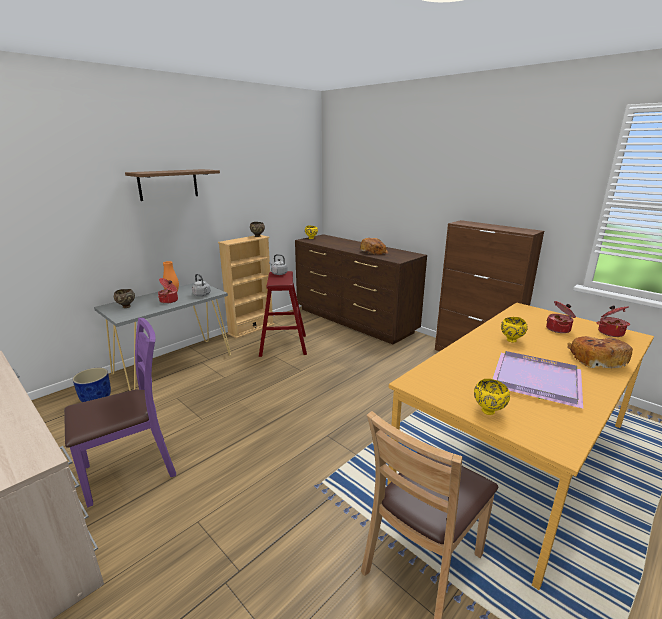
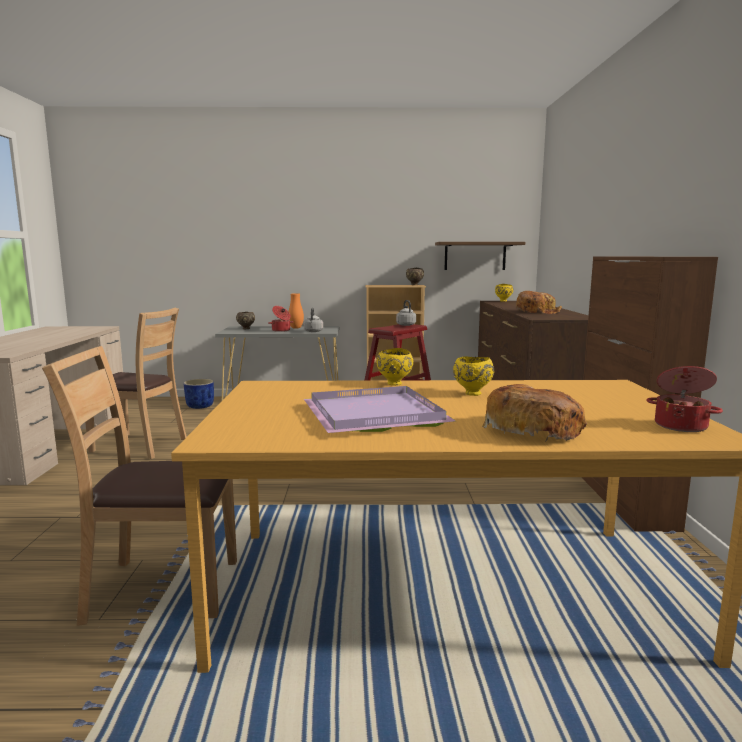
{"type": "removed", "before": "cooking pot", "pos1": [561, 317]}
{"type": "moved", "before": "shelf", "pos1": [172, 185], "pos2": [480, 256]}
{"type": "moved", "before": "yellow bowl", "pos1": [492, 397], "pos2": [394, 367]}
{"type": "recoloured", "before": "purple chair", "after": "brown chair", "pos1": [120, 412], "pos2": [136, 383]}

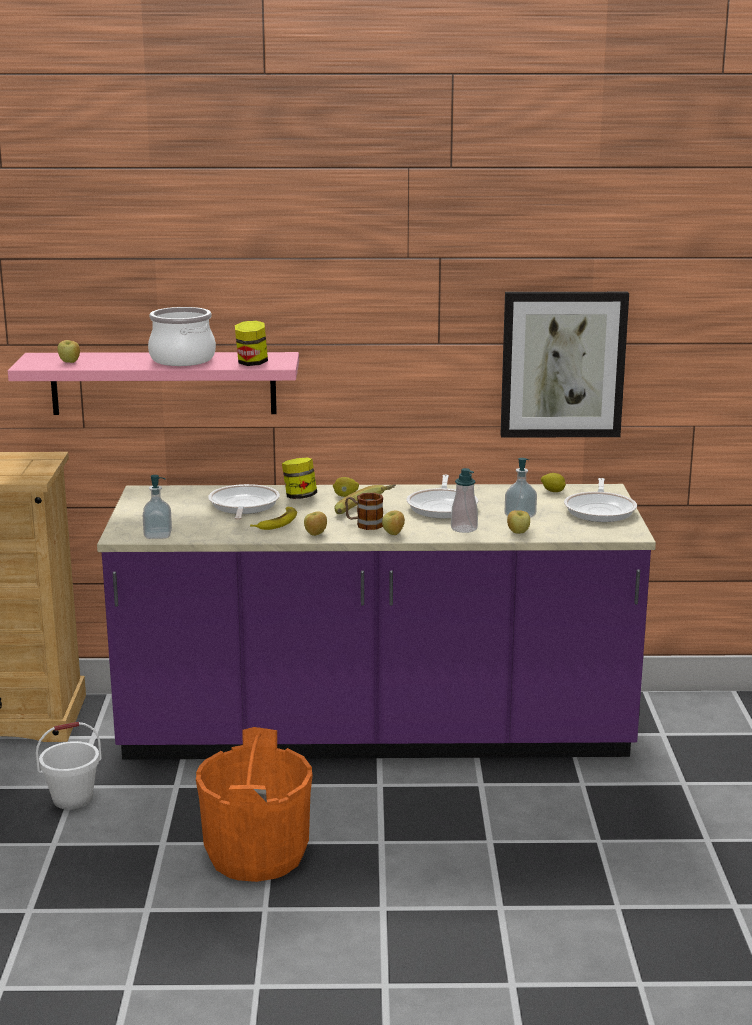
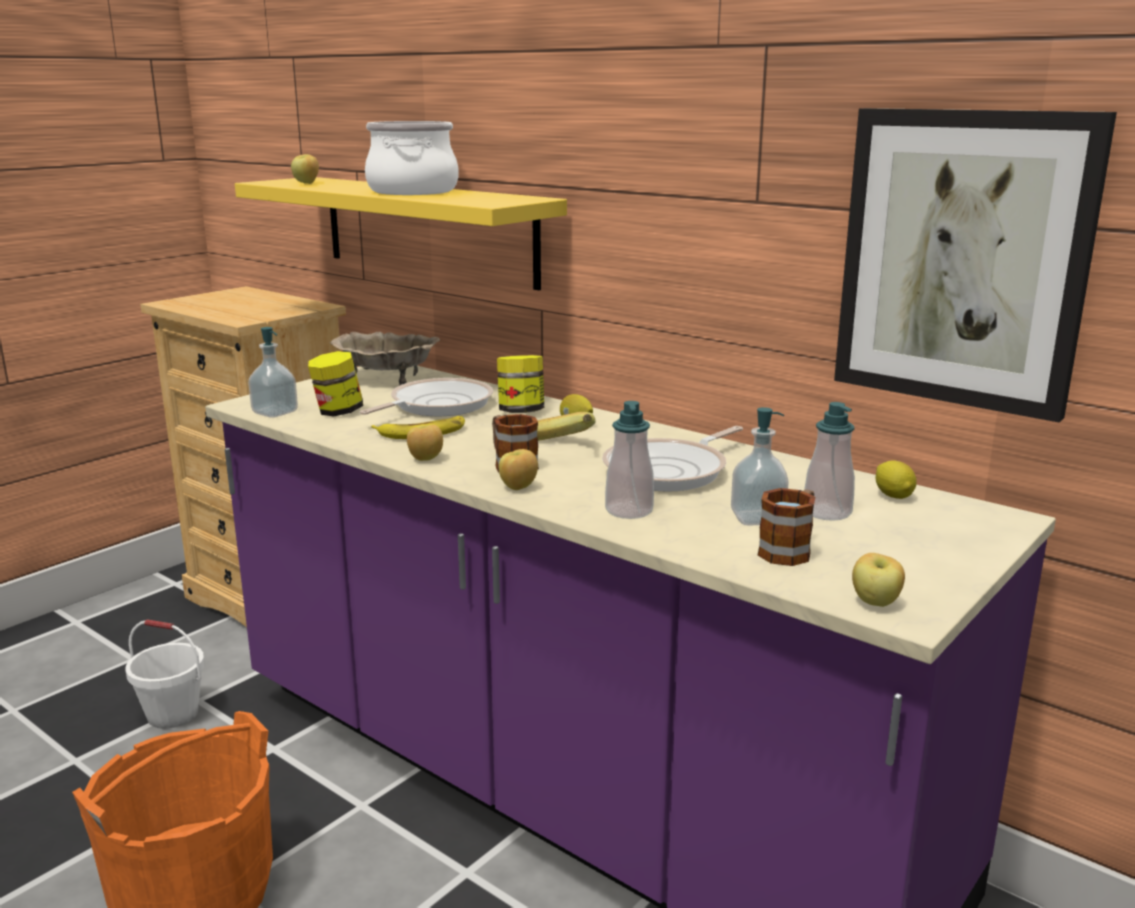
{"type": "removed", "before": "frying pan", "pos1": [600, 500]}
{"type": "added", "after": "beige bowl", "pos2": [385, 358]}
{"type": "added", "after": "mug", "pos2": [786, 527]}
{"type": "added", "after": "soap dispenser", "pos2": [829, 461]}
{"type": "moved", "before": "jar", "pos1": [251, 343], "pos2": [335, 384]}
{"type": "moved", "before": "apple", "pos1": [518, 522], "pos2": [878, 580]}
{"type": "recoloured", "before": "pink shelf", "after": "yellow shelf", "pos1": [153, 383], "pos2": [401, 233]}

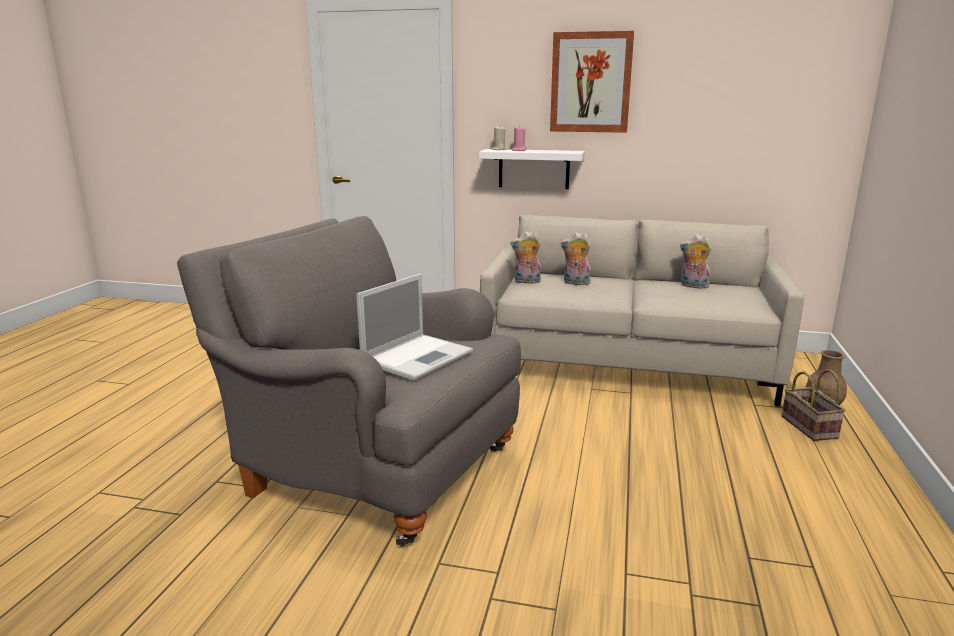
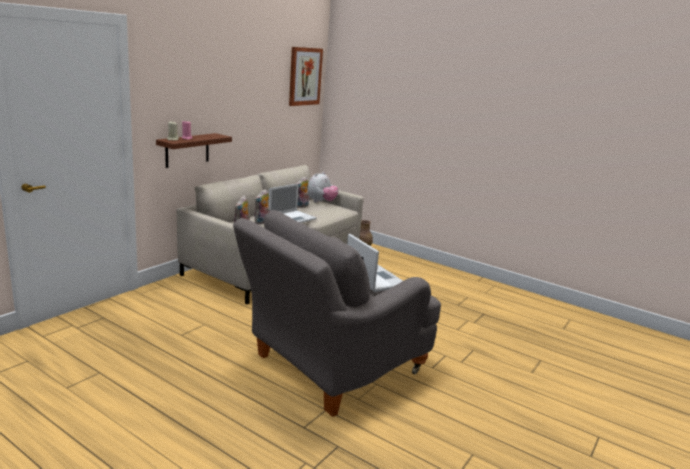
{"type": "removed", "before": "basket", "pos1": [814, 405]}
{"type": "added", "after": "laptop", "pos2": [292, 203]}
{"type": "added", "after": "plush toy", "pos2": [323, 187]}
{"type": "moved", "before": "picture", "pos1": [592, 82], "pos2": [306, 76]}
{"type": "recoloured", "before": "white shelf", "after": "brown shelf", "pos1": [532, 169], "pos2": [194, 150]}

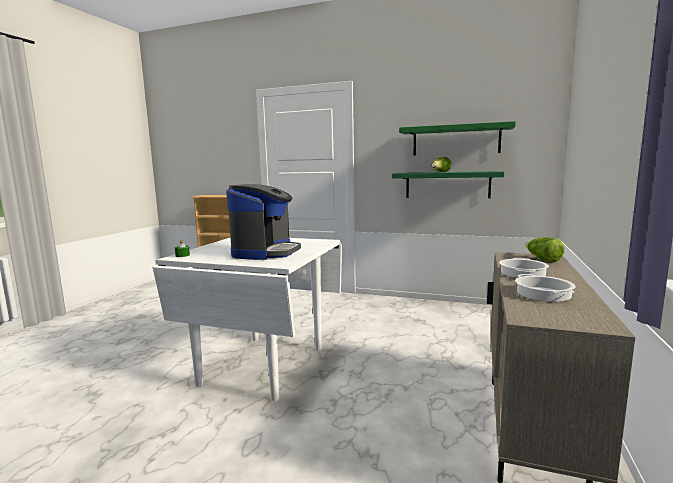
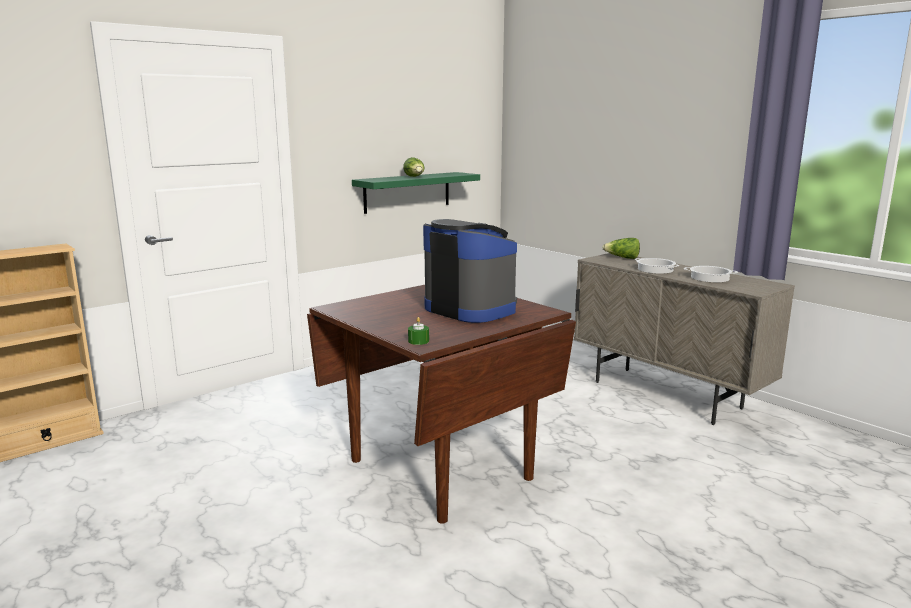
{"type": "removed", "before": "green shelf", "pos1": [457, 138]}
{"type": "recoloured", "before": "white dining table", "after": "brown dining table", "pos1": [247, 319], "pos2": [441, 404]}

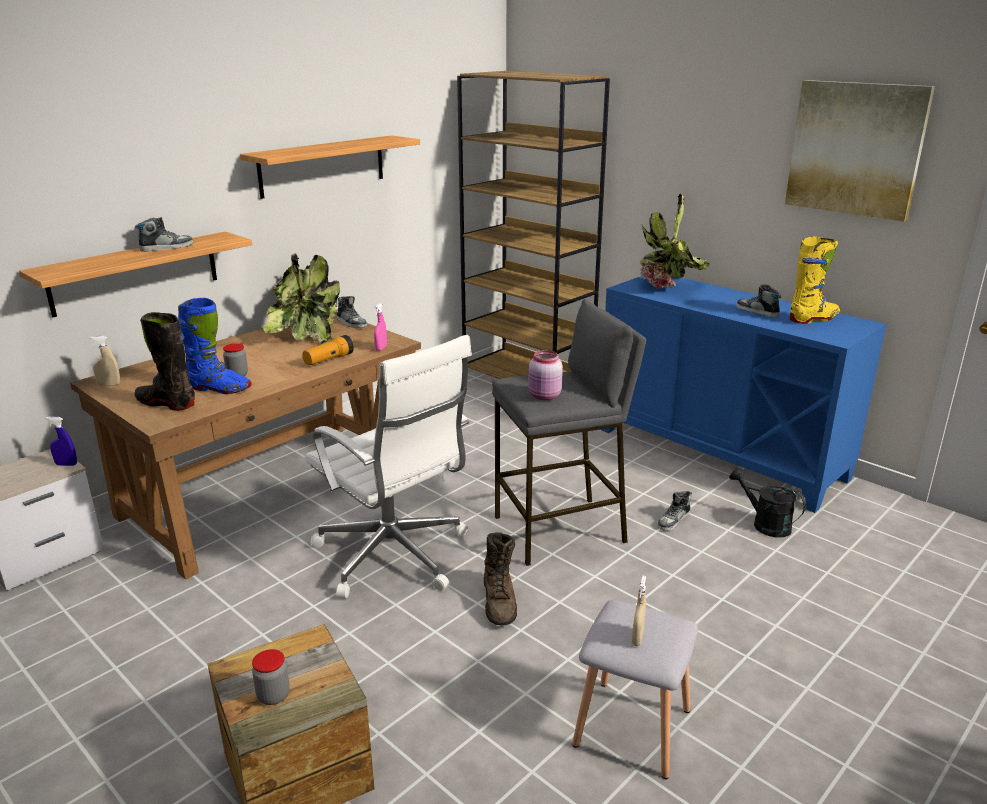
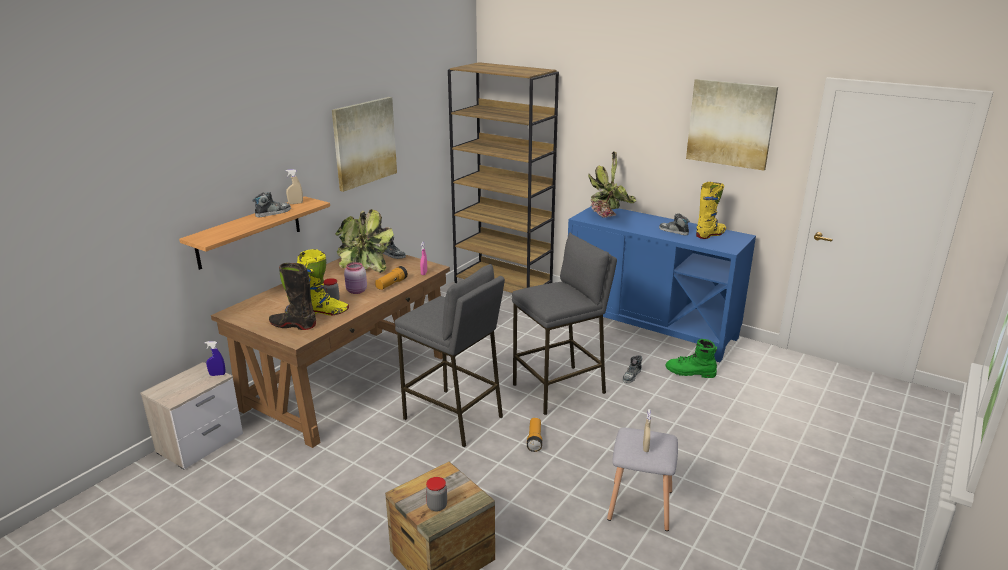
{"type": "moved", "before": "beige spray bottle", "pos1": [104, 361], "pos2": [294, 186]}
{"type": "moved", "before": "pink jar", "pos1": [545, 375], "pos2": [355, 278]}
{"type": "replaced", "before": "shelf", "after": "picture", "pos1": [330, 167], "pos2": [364, 144]}
{"type": "replaced", "before": "white office chair", "after": "grey stool", "pos1": [388, 467], "pos2": [450, 355]}
{"type": "replaced", "before": "brown boot", "after": "flashlight", "pos1": [500, 578], "pos2": [534, 435]}
{"type": "replaced", "before": "black watering can", "after": "green boot", "pos1": [767, 502], "pos2": [691, 358]}
{"type": "recoloured", "before": "blue boot", "after": "yellow boot", "pos1": [214, 346], "pos2": [323, 282]}

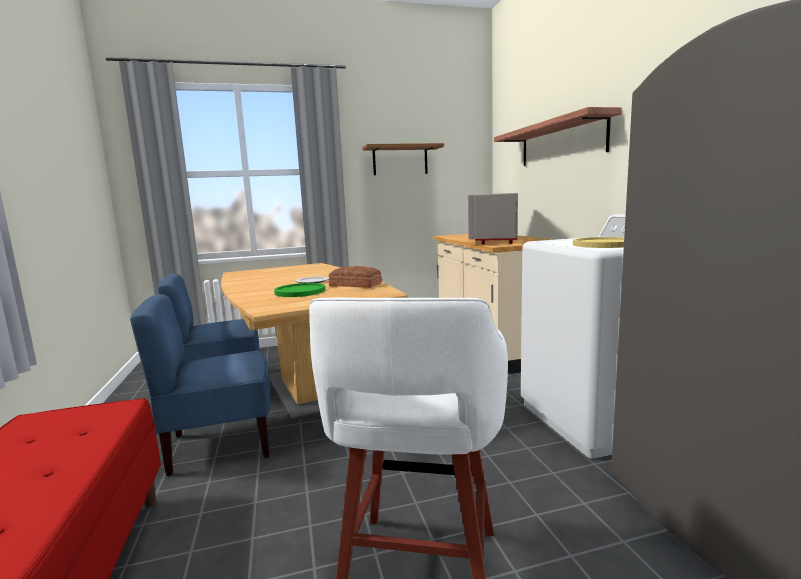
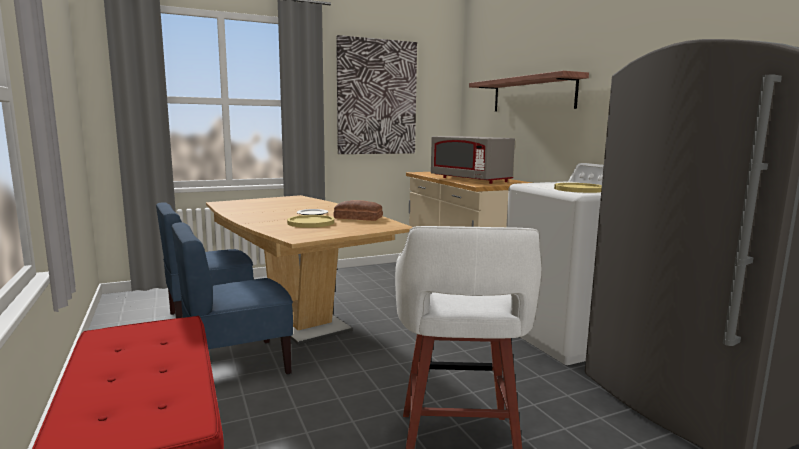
{"type": "replaced", "before": "brown shelf", "after": "picture", "pos1": [403, 159], "pos2": [376, 94]}
{"type": "recoloured", "before": "green plate", "after": "yellow plate", "pos1": [299, 290], "pos2": [310, 221]}
{"type": "turned", "before": "grey microwave", "pos1": [493, 218], "pos2": [473, 160], "turn": -45}

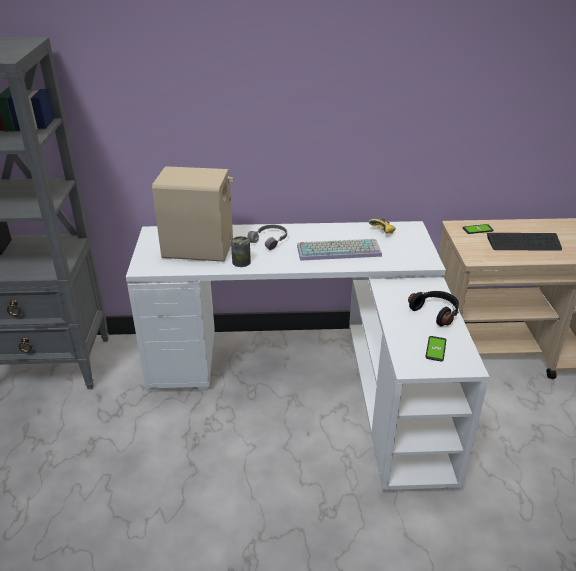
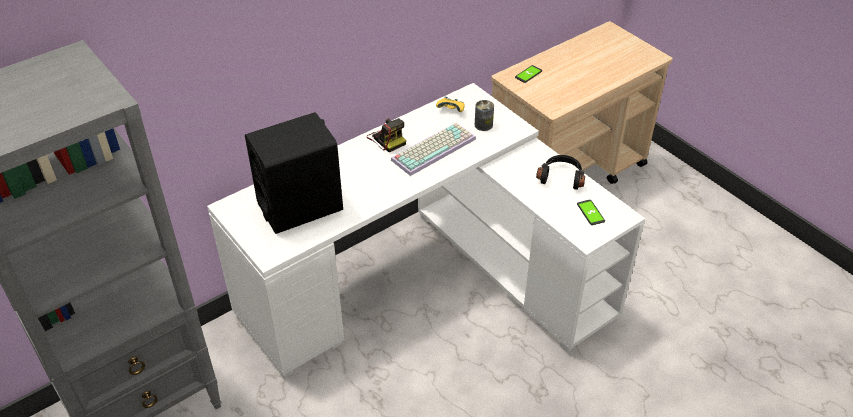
{"type": "removed", "before": "grey headphones", "pos1": [267, 237]}
{"type": "removed", "before": "keyboard", "pos1": [524, 242]}
{"type": "added", "after": "photo camera", "pos2": [386, 135]}
{"type": "moved", "before": "can", "pos1": [241, 251], "pos2": [484, 115]}
{"type": "recoloured", "before": "beige speaker", "after": "black speaker", "pos1": [192, 214], "pos2": [294, 173]}

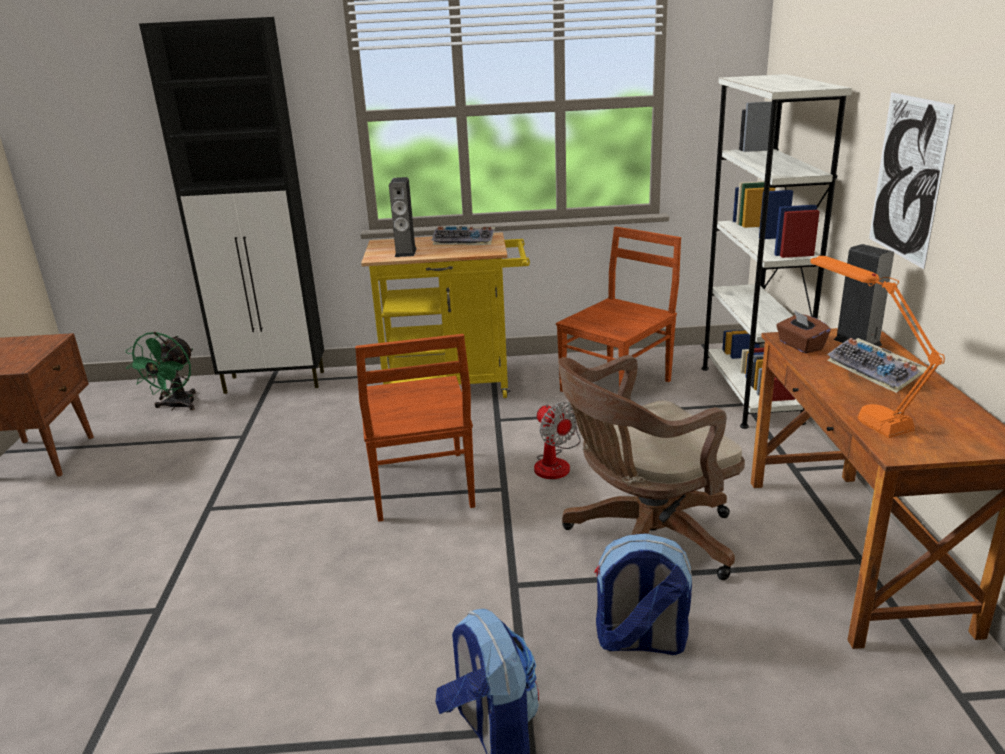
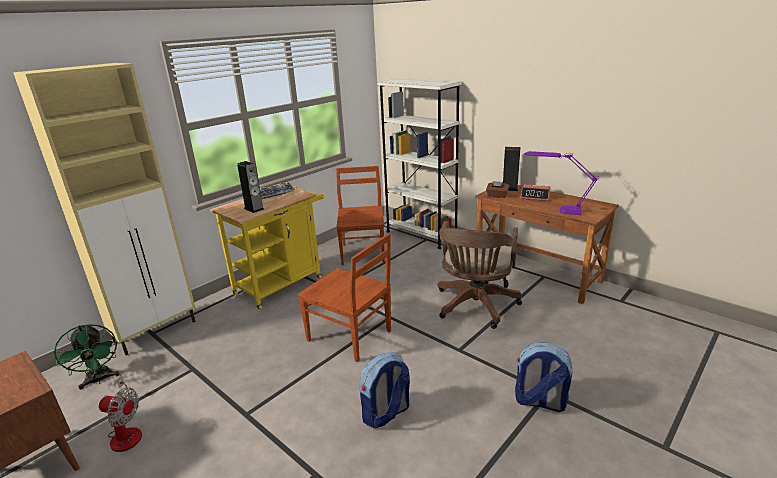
{"type": "removed", "before": "picture", "pos1": [912, 180]}
{"type": "moved", "before": "fan", "pos1": [557, 440], "pos2": [120, 414]}
{"type": "moved", "before": "backpack", "pos1": [643, 594], "pos2": [385, 390]}
{"type": "replaced", "before": "keyboard", "after": "alarm clock", "pos1": [877, 365], "pos2": [536, 192]}
{"type": "recoloured", "before": "black cabinet", "after": "beige cabinet", "pos1": [231, 205], "pos2": [104, 209]}
{"type": "recoloured", "before": "orange table lamp", "after": "purple table lamp", "pos1": [877, 347], "pos2": [561, 183]}

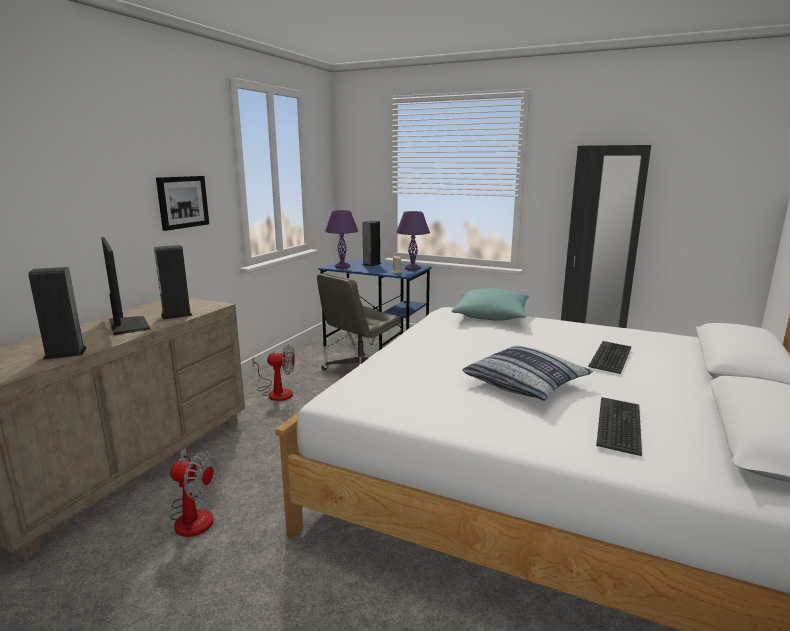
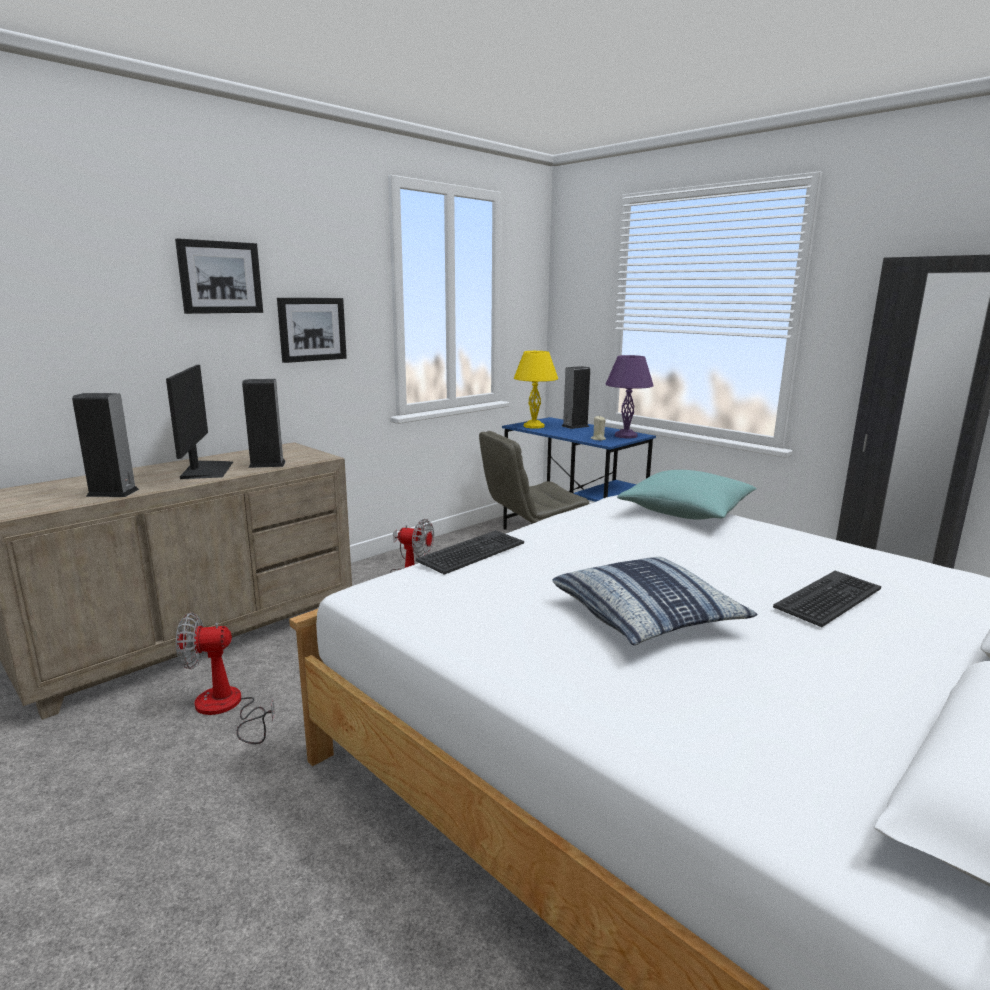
{"type": "added", "after": "picture", "pos2": [219, 276]}
{"type": "moved", "before": "keyboard", "pos1": [619, 426], "pos2": [470, 552]}
{"type": "recoloured", "before": "purple table lamp", "after": "yellow table lamp", "pos1": [341, 239], "pos2": [536, 390]}
{"type": "turned", "before": "fan", "pos1": [194, 492], "pos2": [225, 678], "turn": 135}

